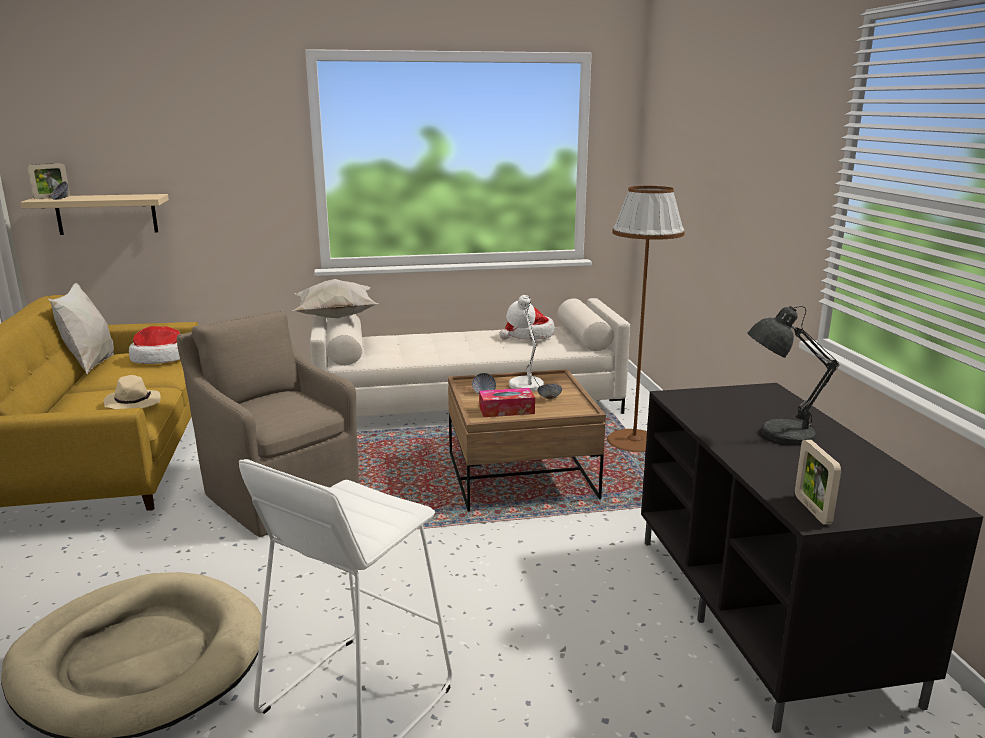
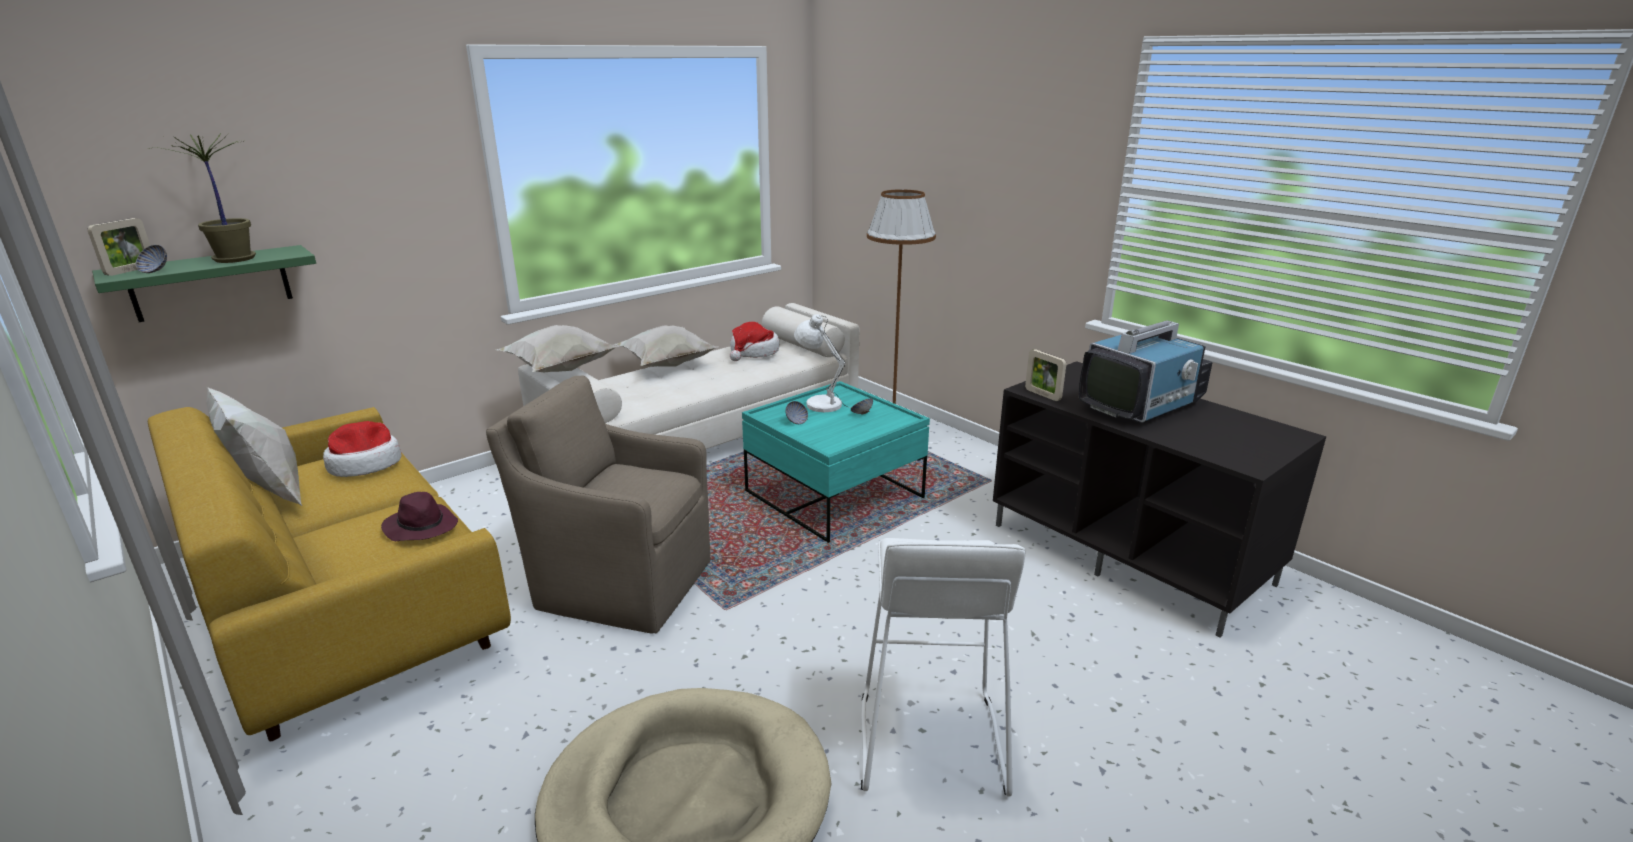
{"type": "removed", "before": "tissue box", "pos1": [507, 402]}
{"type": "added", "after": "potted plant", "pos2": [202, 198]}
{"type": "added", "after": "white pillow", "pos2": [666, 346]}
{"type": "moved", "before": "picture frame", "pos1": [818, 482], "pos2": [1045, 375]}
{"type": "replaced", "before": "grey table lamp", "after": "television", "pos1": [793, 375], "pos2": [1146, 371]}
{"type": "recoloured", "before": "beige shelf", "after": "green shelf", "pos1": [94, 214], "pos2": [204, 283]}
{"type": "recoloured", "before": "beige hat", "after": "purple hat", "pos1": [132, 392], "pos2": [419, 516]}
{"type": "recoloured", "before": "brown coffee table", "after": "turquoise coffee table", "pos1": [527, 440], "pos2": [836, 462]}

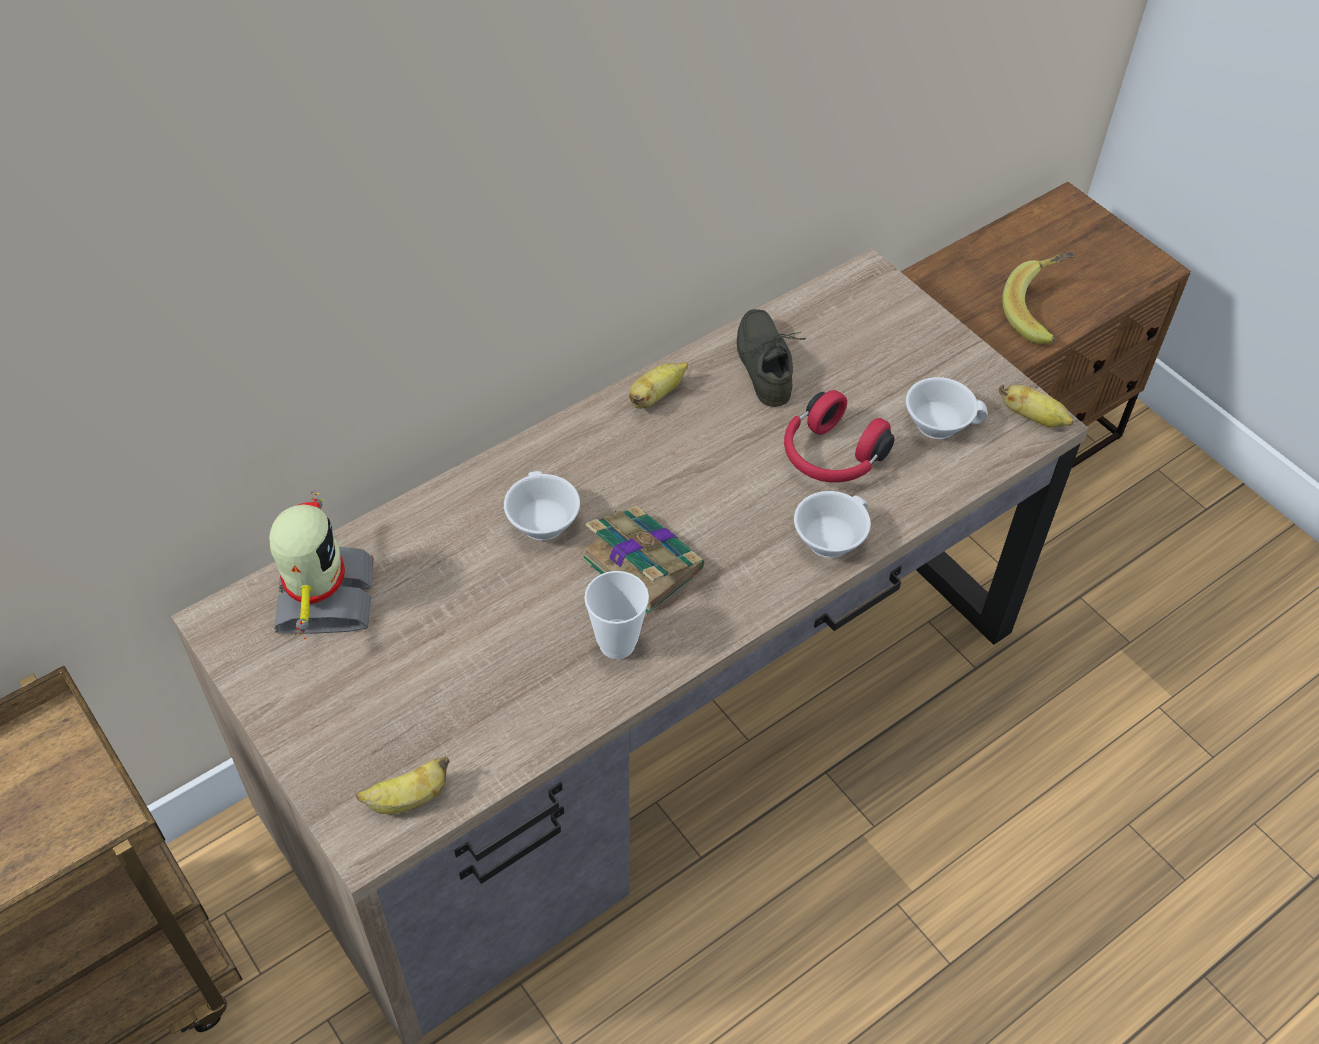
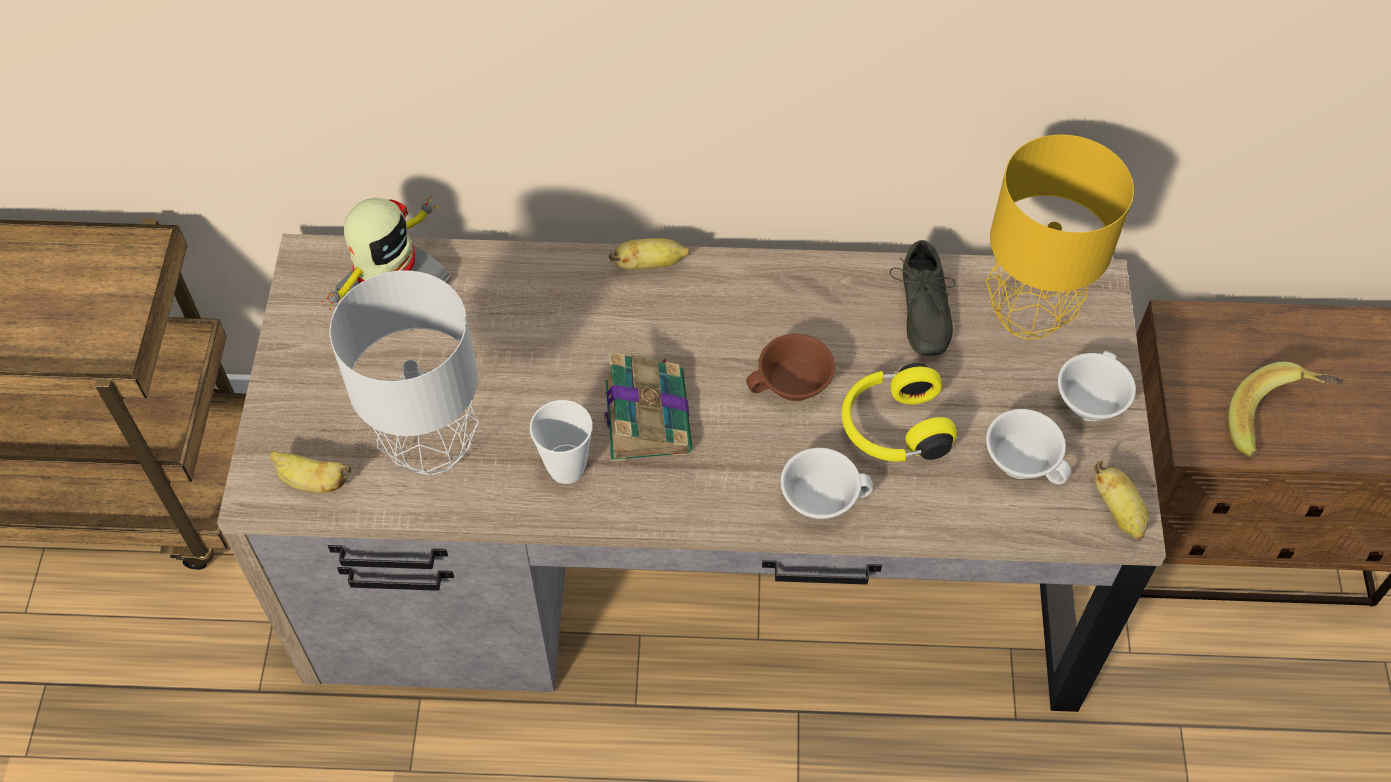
{"type": "added", "after": "grey table lamp", "pos2": [404, 372]}
{"type": "added", "after": "brown cup", "pos2": [790, 367]}
{"type": "added", "after": "yellow table lamp", "pos2": [1060, 237]}
{"type": "moved", "before": "white cup", "pos1": [542, 505], "pos2": [1097, 386]}
{"type": "moved", "before": "banana", "pos1": [658, 385], "pos2": [649, 254]}
{"type": "recoloured", "before": "red headphones", "after": "yellow headphones", "pos1": [839, 436], "pos2": [899, 412]}
{"type": "turned", "before": "grey shoe", "pos1": [772, 358], "pos2": [923, 298], "turn": 150}

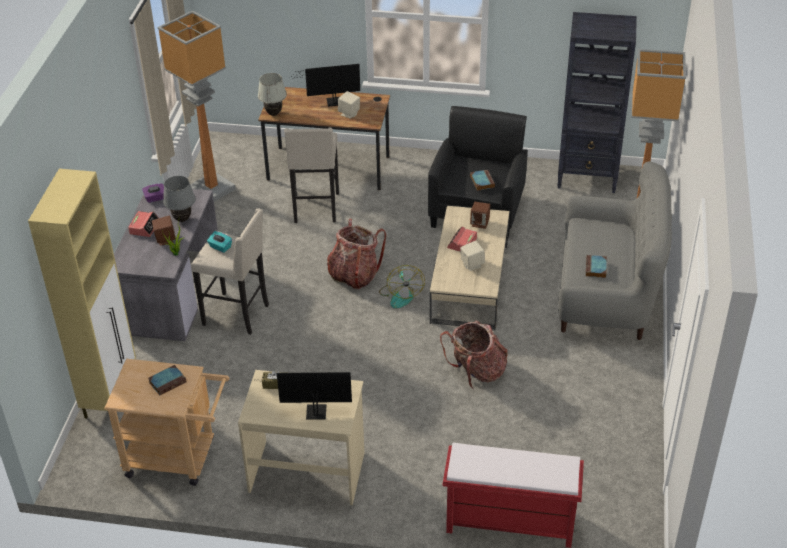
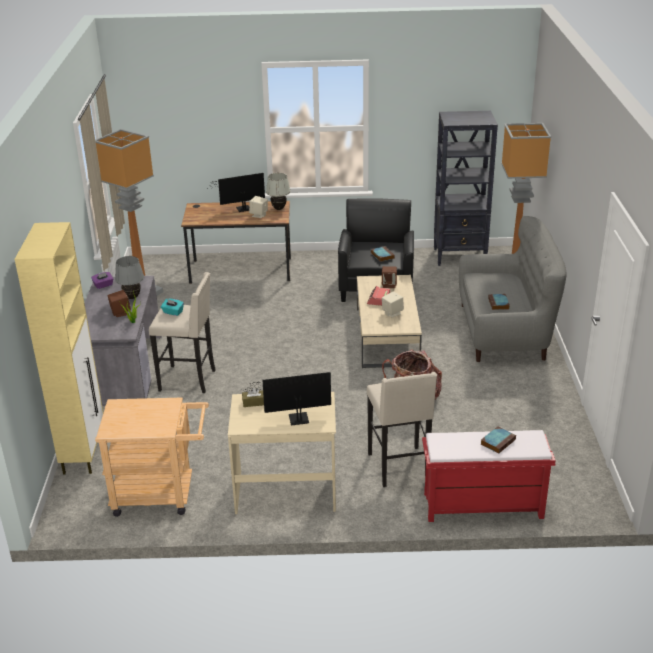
{"type": "removed", "before": "alarm clock", "pos1": [143, 224]}
{"type": "removed", "before": "backpack", "pos1": [356, 254]}
{"type": "removed", "before": "fan", "pos1": [402, 286]}
{"type": "moved", "before": "book", "pos1": [167, 380], "pos2": [498, 440]}
{"type": "moved", "before": "white table lamp", "pos1": [272, 94], "pos2": [278, 191]}
{"type": "moved", "before": "beige stool", "pos1": [311, 175], "pos2": [402, 429]}

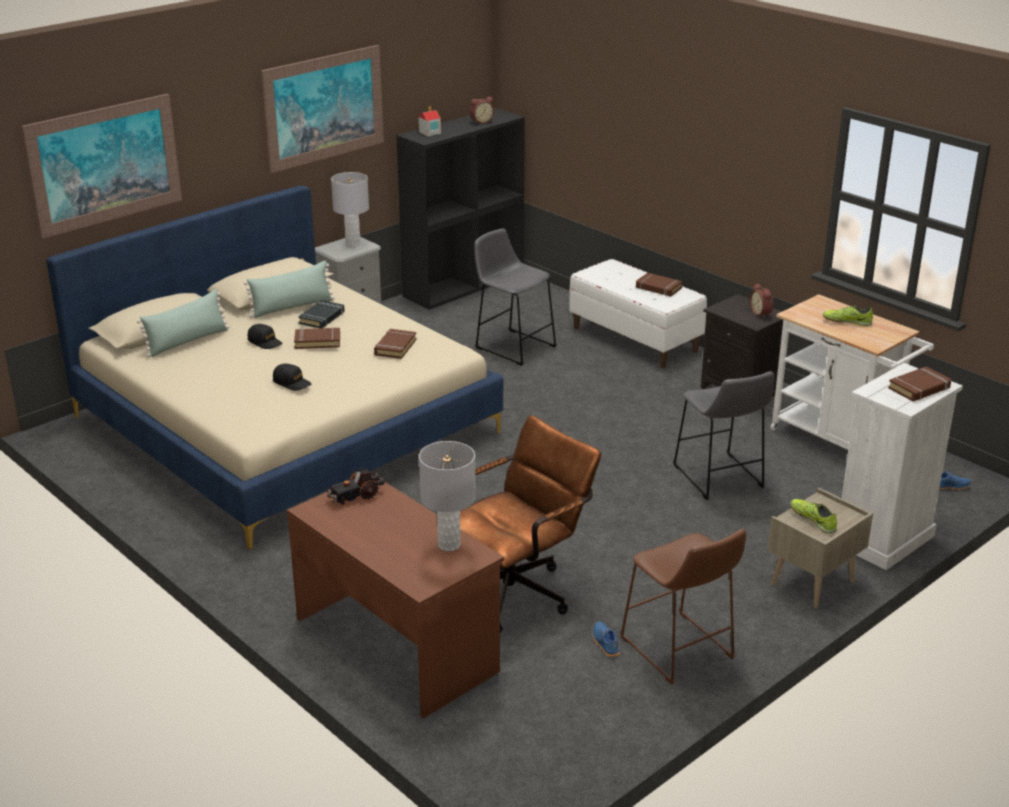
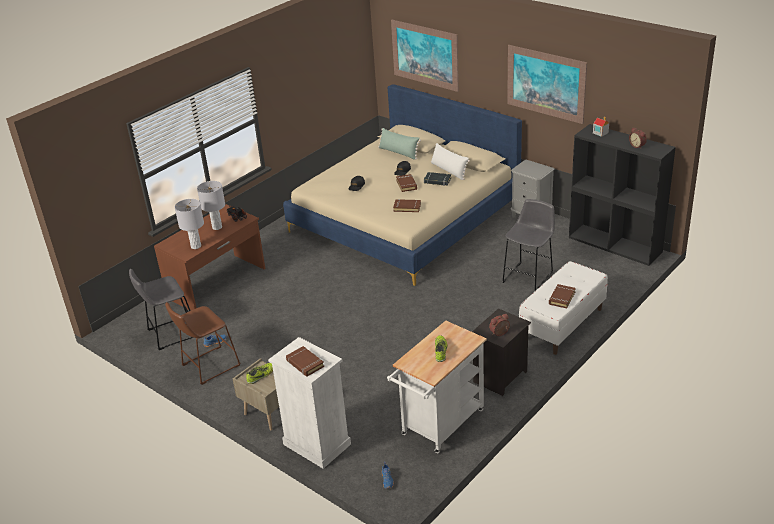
{"type": "removed", "before": "brown office chair", "pos1": [530, 524]}
{"type": "moved", "before": "grey table lamp", "pos1": [350, 209], "pos2": [211, 205]}
{"type": "moved", "before": "grey stool", "pos1": [723, 435], "pos2": [161, 309]}
{"type": "recoloured", "before": "green pillow", "after": "white pillow", "pos1": [289, 289], "pos2": [450, 161]}

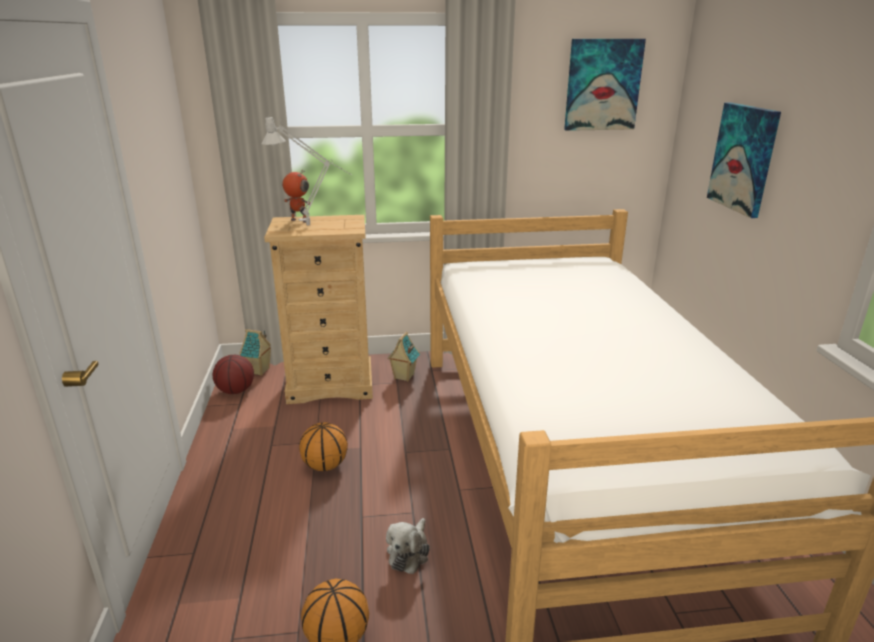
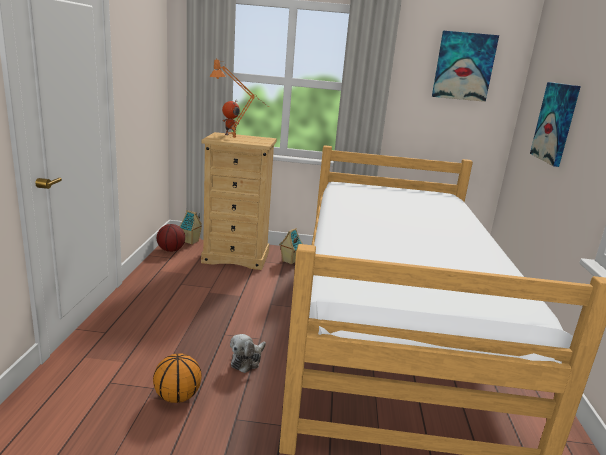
{"type": "removed", "before": "basketball", "pos1": [323, 446]}
{"type": "recoloured", "before": "grey table lamp", "after": "orange table lamp", "pos1": [307, 171], "pos2": [238, 99]}

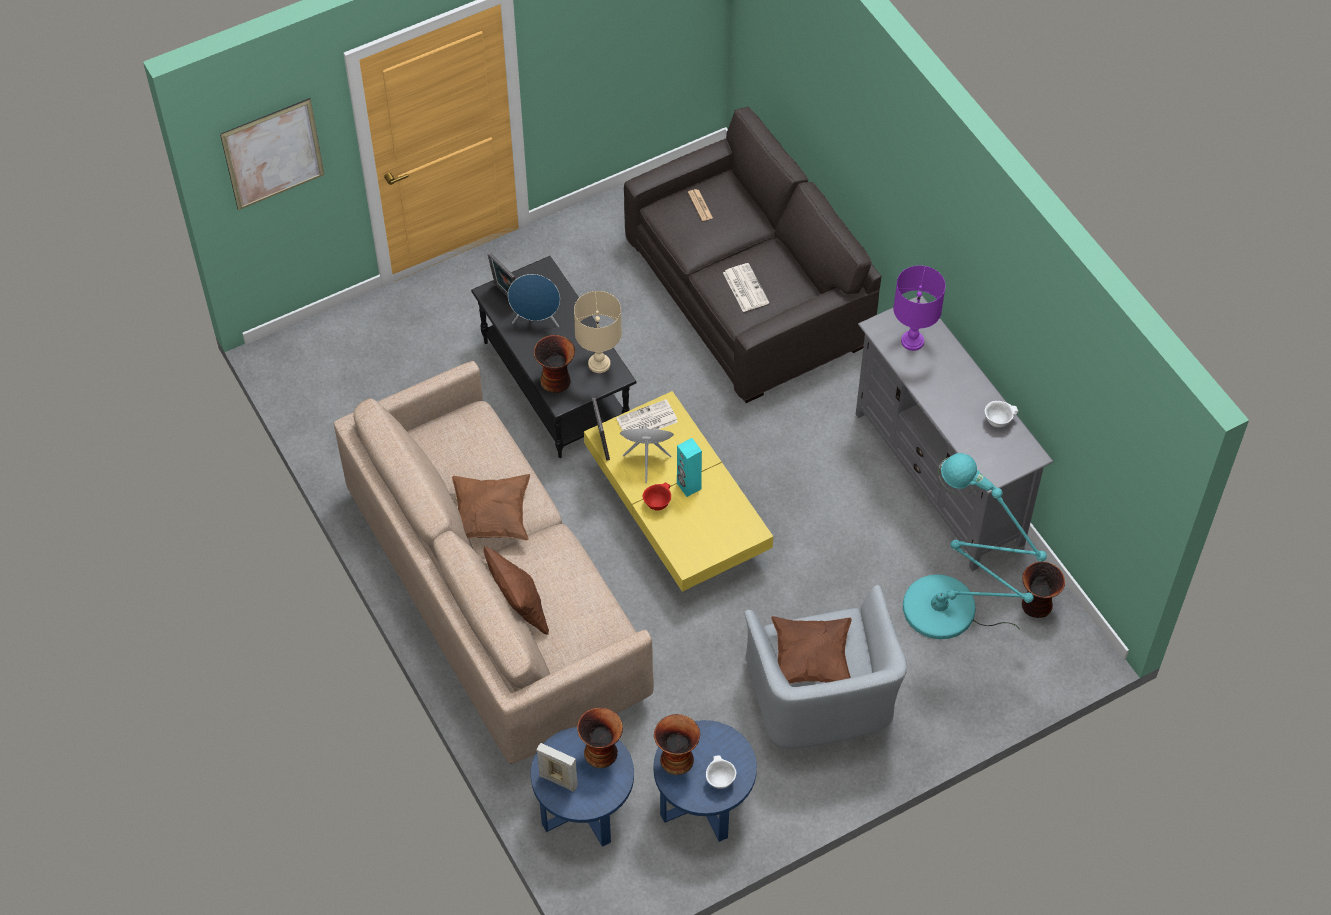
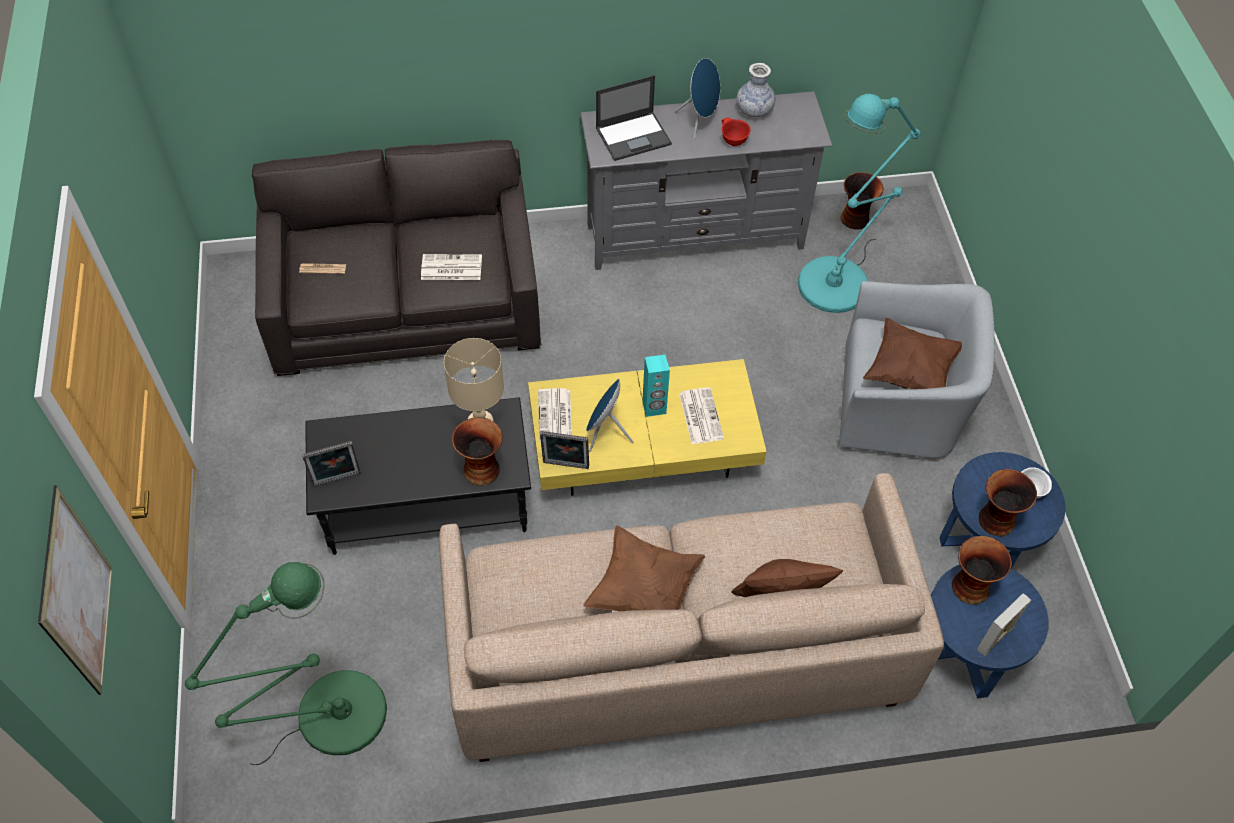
{"type": "added", "after": "green floor lamp", "pos2": [286, 663]}
{"type": "added", "after": "newspaper", "pos2": [701, 415]}
{"type": "moved", "before": "blue speaker", "pos1": [534, 300], "pos2": [697, 98]}
{"type": "moved", "before": "red bowl", "pos1": [657, 496], "pos2": [736, 132]}
{"type": "replaced", "before": "purple table lamp", "after": "laptop", "pos1": [919, 308], "pos2": [634, 118]}
{"type": "replaced", "before": "white bowl", "after": "vase", "pos1": [1001, 414], "pos2": [755, 90]}

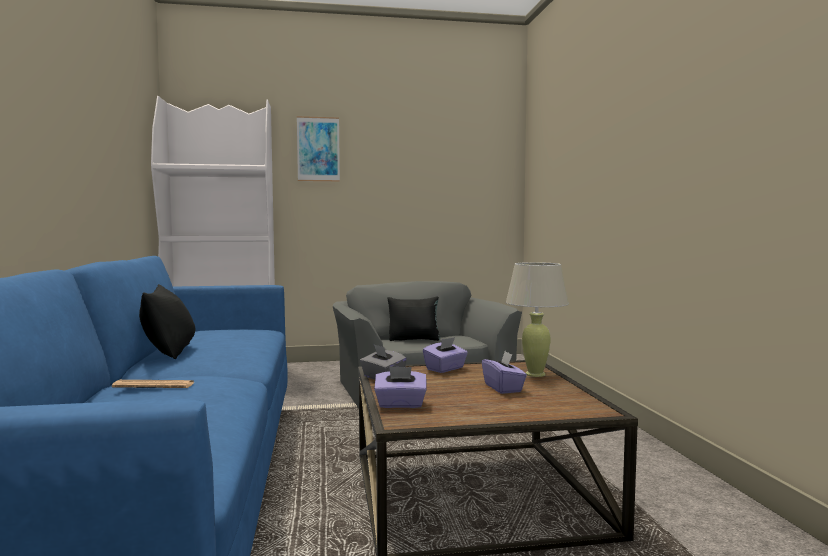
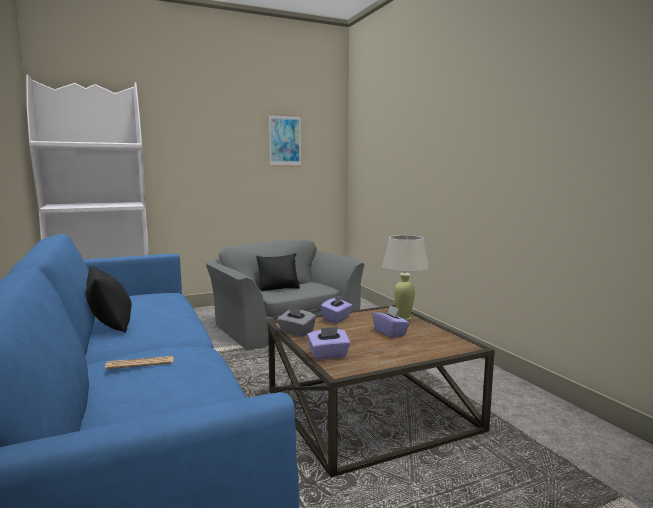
{"type": "moved", "before": "picture", "pos1": [318, 149], "pos2": [285, 140]}

